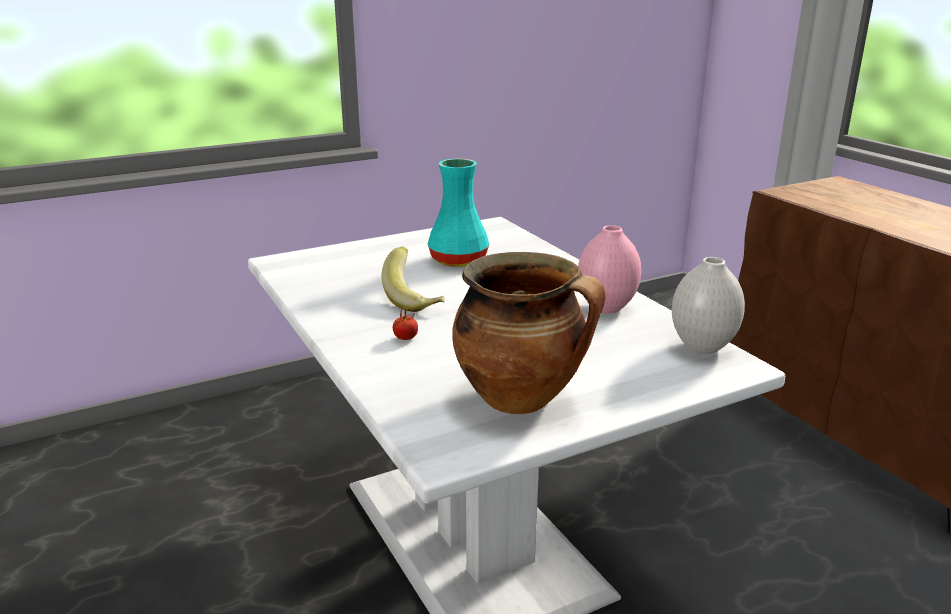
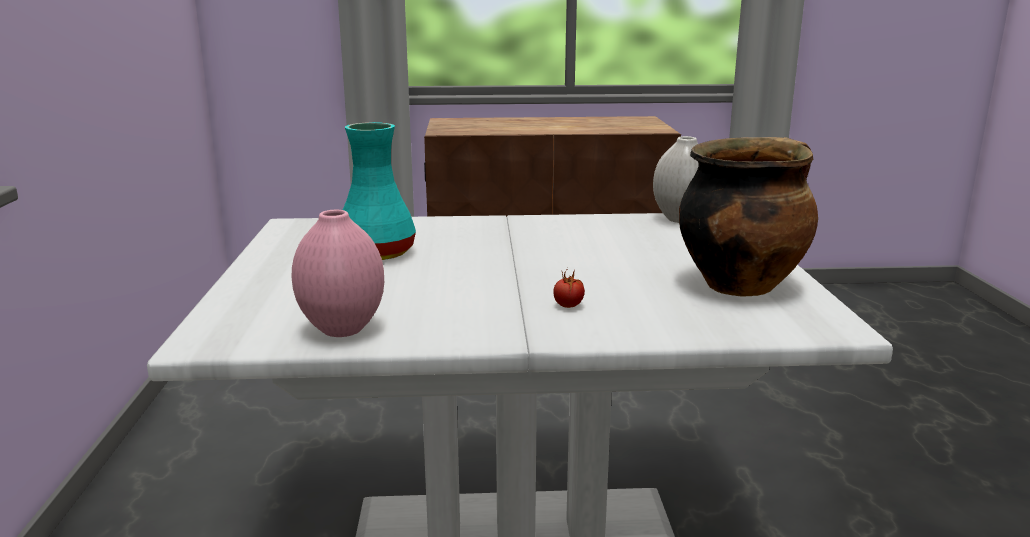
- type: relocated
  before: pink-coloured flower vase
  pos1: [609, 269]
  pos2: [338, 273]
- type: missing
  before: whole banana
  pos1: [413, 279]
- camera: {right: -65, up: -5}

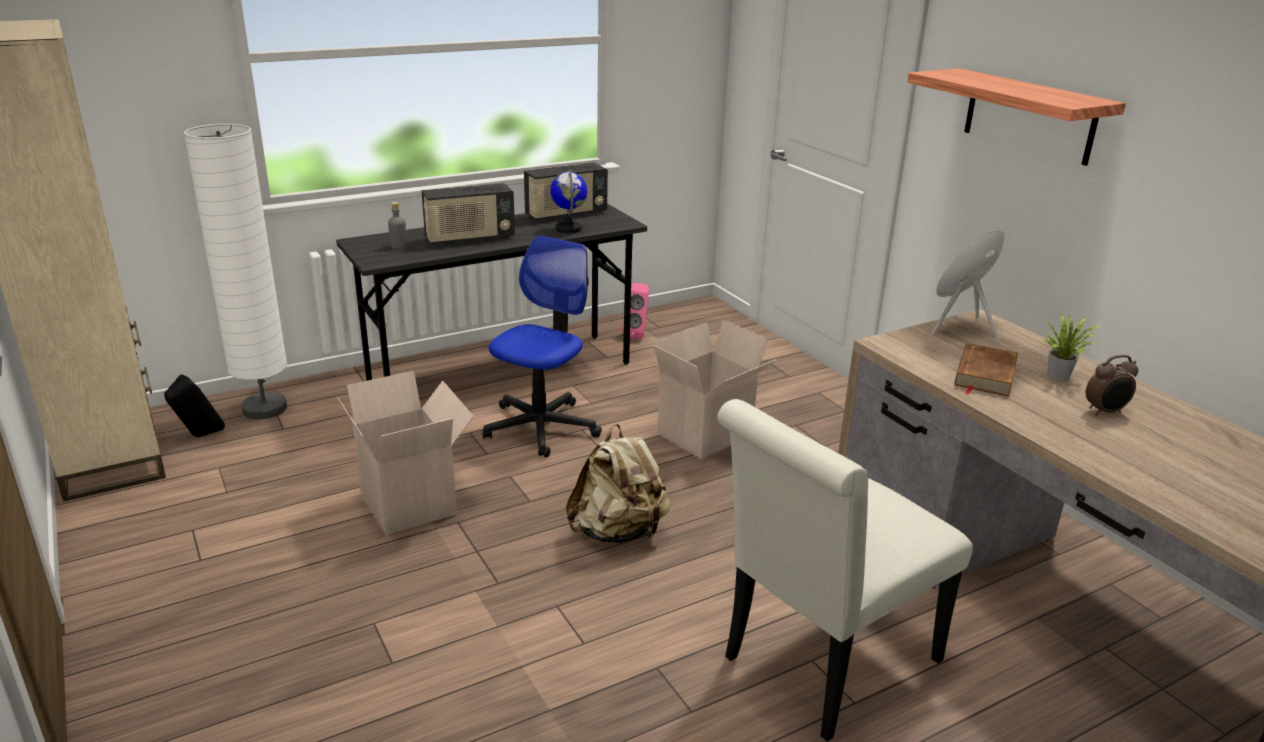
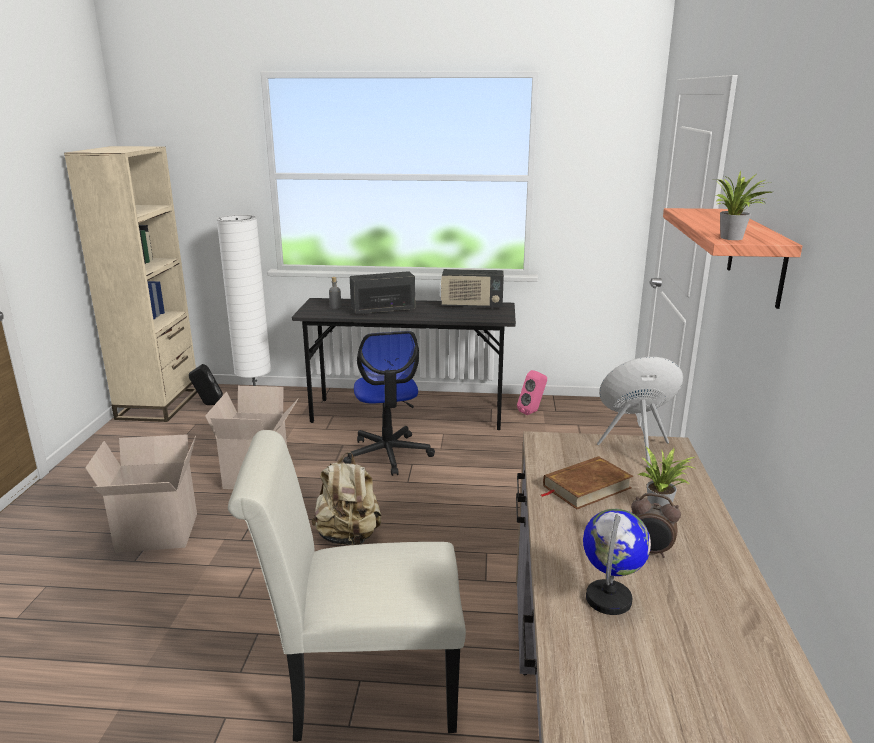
- type: relocated
  before: packing box
  pos1: [714, 389]
  pos2: [141, 493]
- type: spun
  before: office chair
  pos1: [542, 347]
  pos2: [389, 403]
  turn: 105
- type: spun
  before: radio set
  pos1: [468, 214]
  pos2: [382, 293]
  turn: 150
- type: relocated
  before: desk globe
  pos1: [568, 201]
  pos2: [617, 562]
- type: appeared
  after: houseplant
  pos2: [743, 205]
- camera: {right: 35, up: -5}

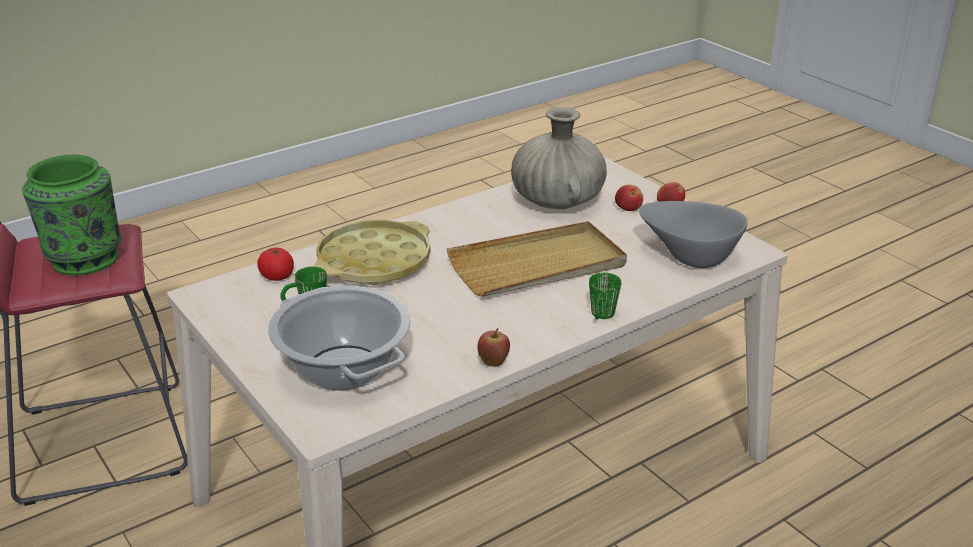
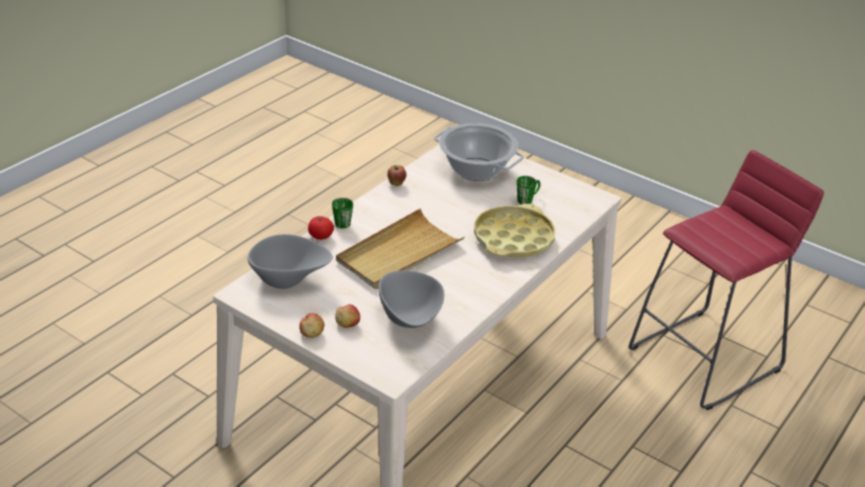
- type: relocated
  before: fresh tomato
  pos1: [275, 264]
  pos2: [321, 228]
- type: exchanged
  before: beige flower vase
  after: greyish serving bowl
  pos1: [559, 158]
  pos2: [411, 299]
- type: missing
  before: greenish flower vase
  pos1: [72, 215]
- camera: {right: 160, up: 5}

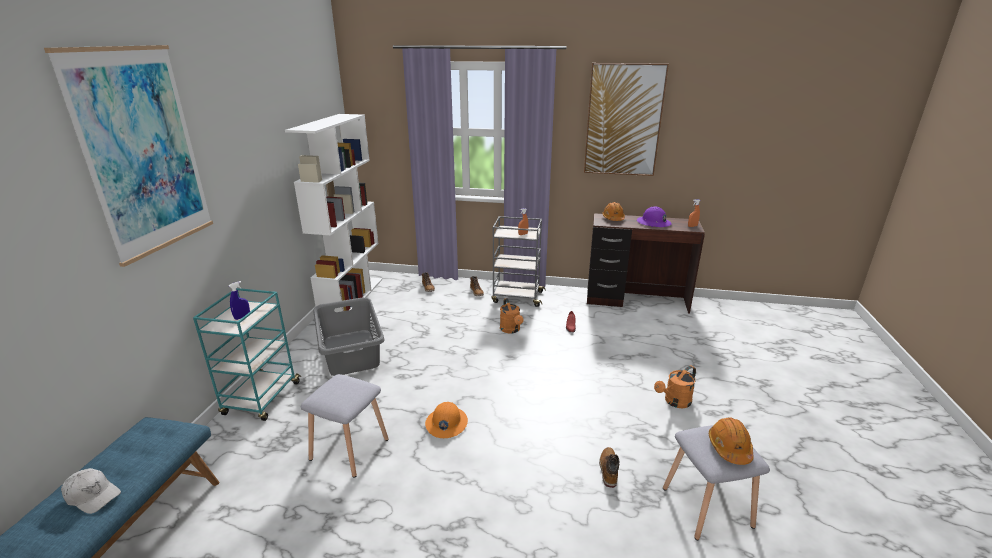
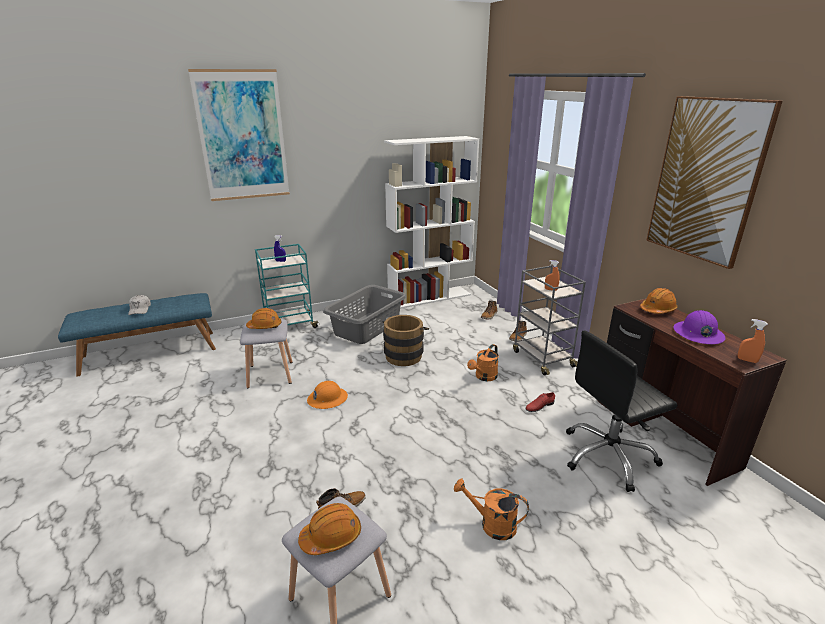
- type: appeared
  after: orange work helmet
  pos2: [263, 318]
- type: appeared
  after: brown bucket
  pos2: [405, 340]
- type: appeared
  after: black office chair
  pos2: [622, 411]
- camera: {right: 55, up: 0}

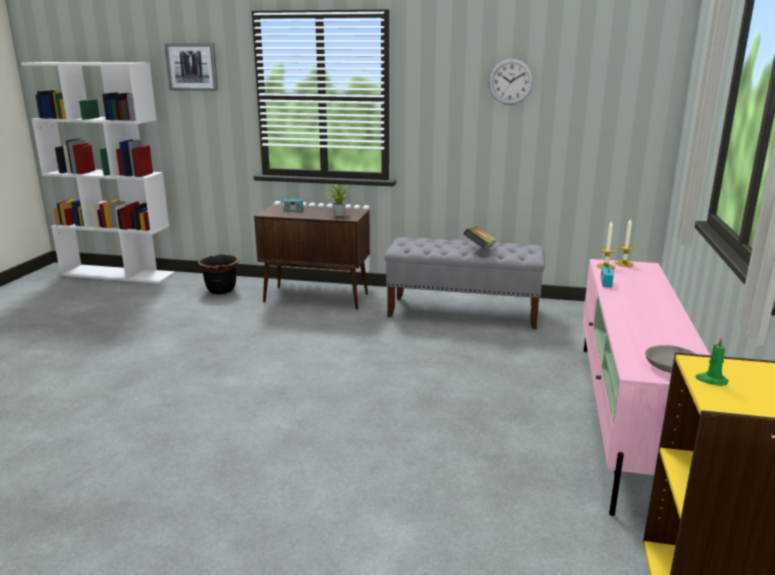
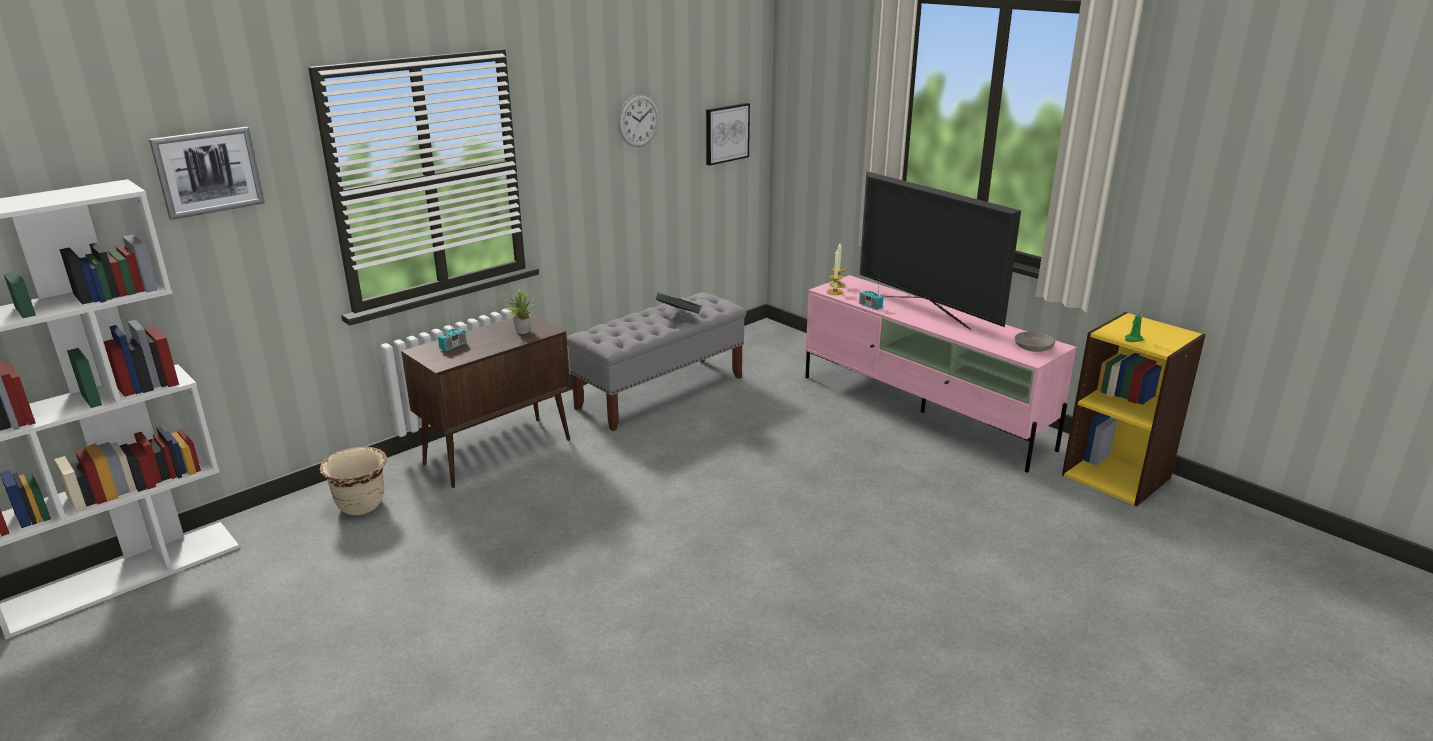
- type: colour
  before: black planter
  after: beige planter
  pos1: [219, 274]
  pos2: [353, 480]
- type: appeared
  after: picture
  pos2: [728, 134]
- type: appeared
  after: TV
  pos2: [940, 250]
- camera: {right: -55, up: 5}

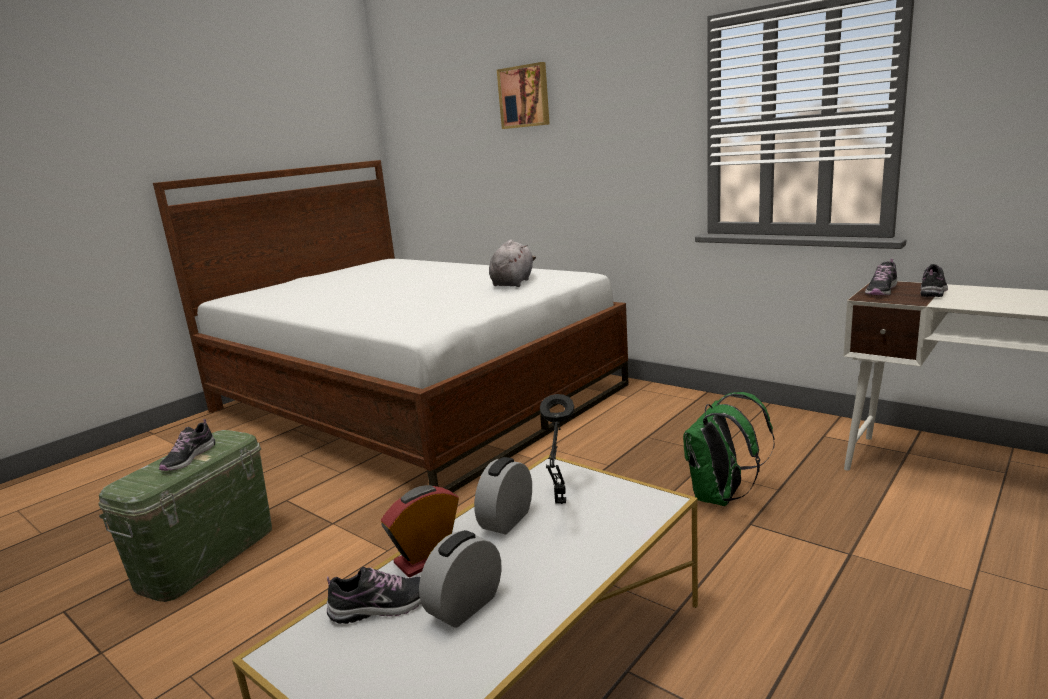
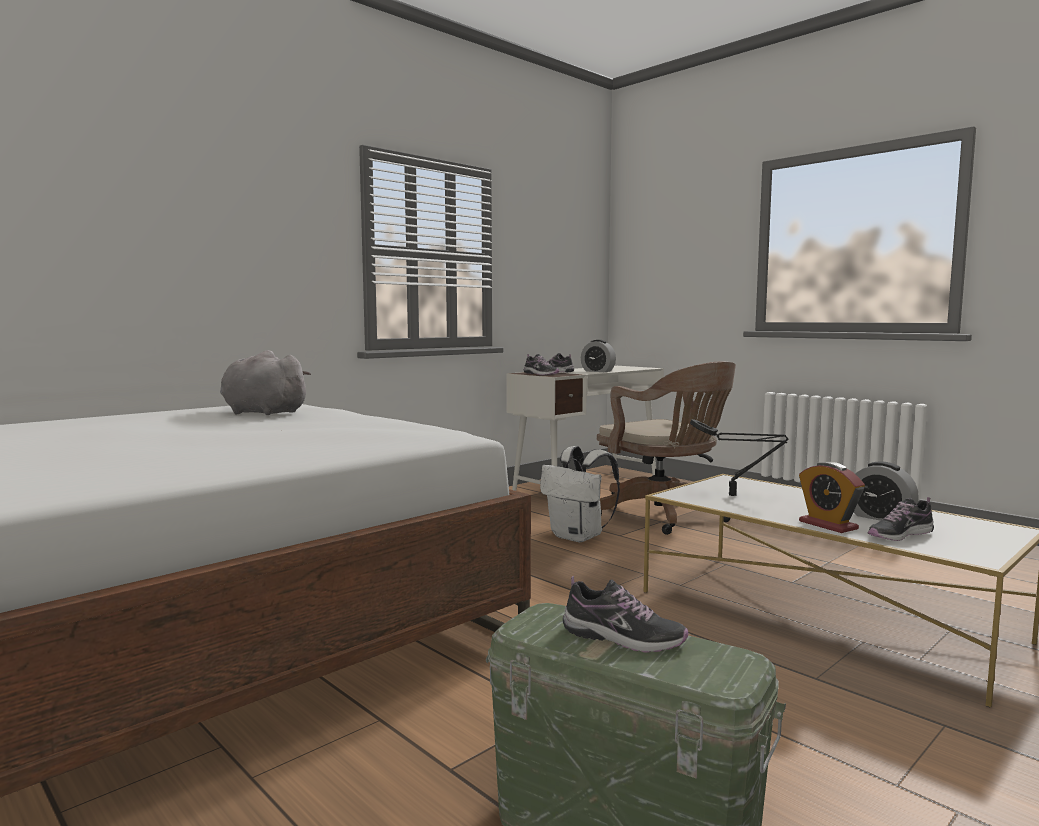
- type: colour
  before: greenish knapsack
  after: whitish knapsack
  pos1: [729, 449]
  pos2: [580, 494]
- type: relocated
  before: alarm clock
  pos1: [503, 496]
  pos2: [598, 356]
- type: appeared
  after: brown office chair
  pos2: [666, 448]
- type: spun
  before: shoe
  pos1: [374, 595]
  pos2: [901, 519]
  turn: -105
- type: missing
  before: picture
  pos1: [523, 95]
- camera: {right: -85, up: -10}

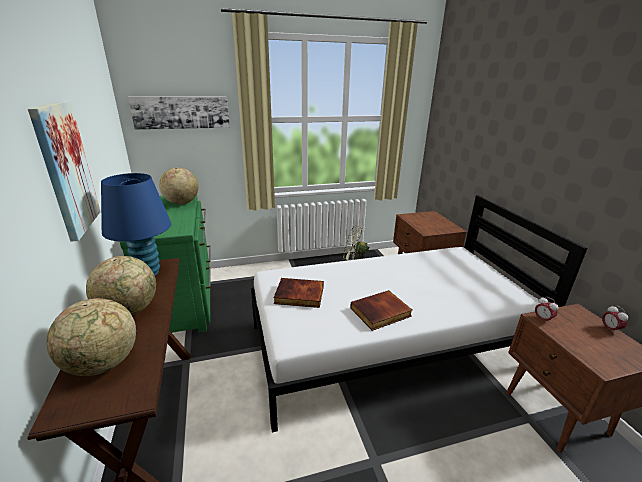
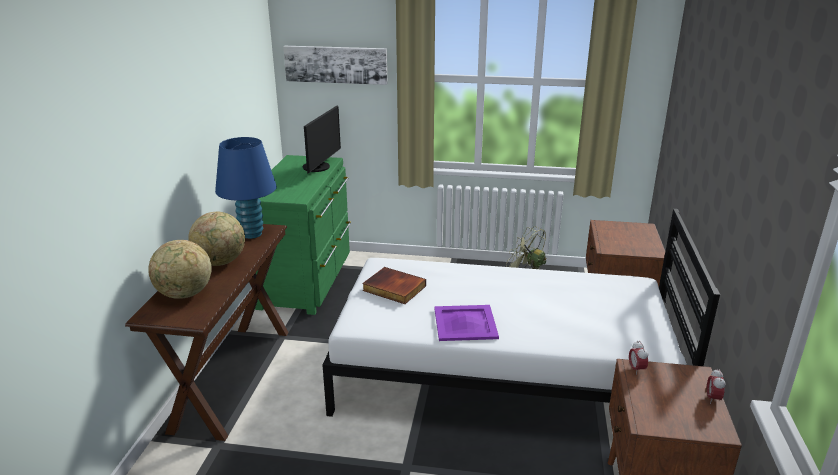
- type: exchanged
  before: desk globe
  after: computer display
  pos1: [178, 186]
  pos2: [322, 140]
- type: exchanged
  before: volume
  after: purplish carrying tray
  pos1: [381, 310]
  pos2: [466, 323]
- type: missing
  before: picture
  pos1: [64, 171]
- camera: {right: 25, up: 0}

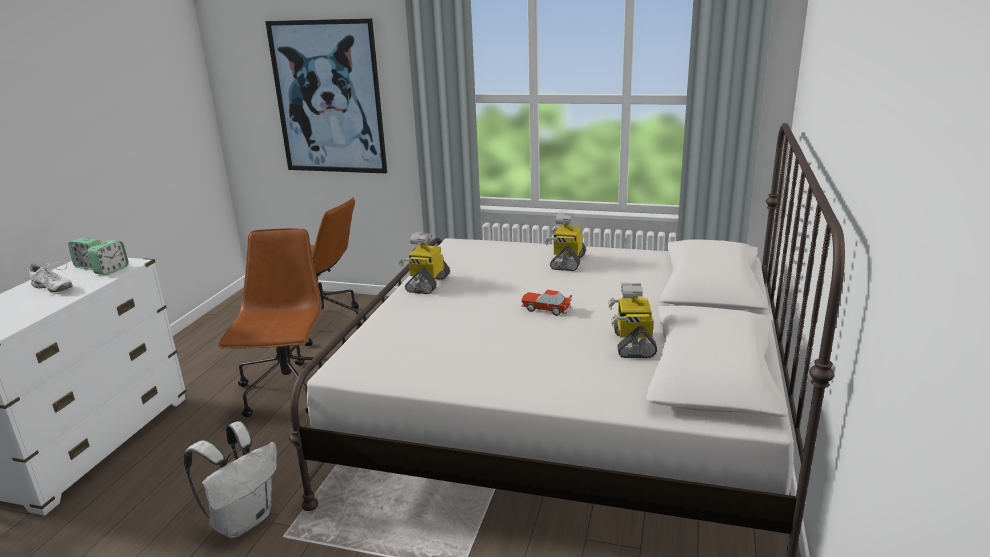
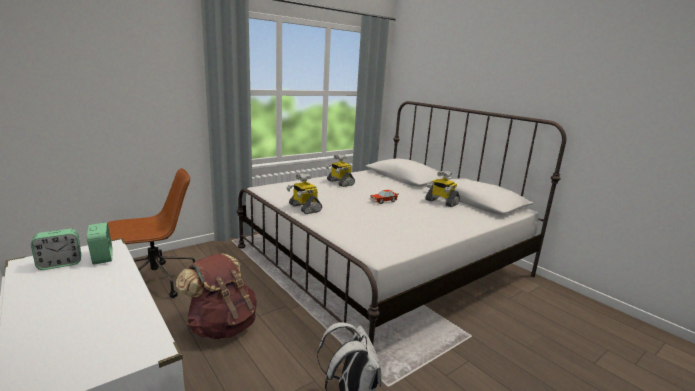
- type: exchanged
  before: brown office chair
  after: brown knapsack
  pos1: [274, 323]
  pos2: [216, 296]
- type: missing
  before: whitish shoe
  pos1: [48, 277]
- type: missing
  before: picture
  pos1: [326, 95]
- camera: {right: -55, up: -5}

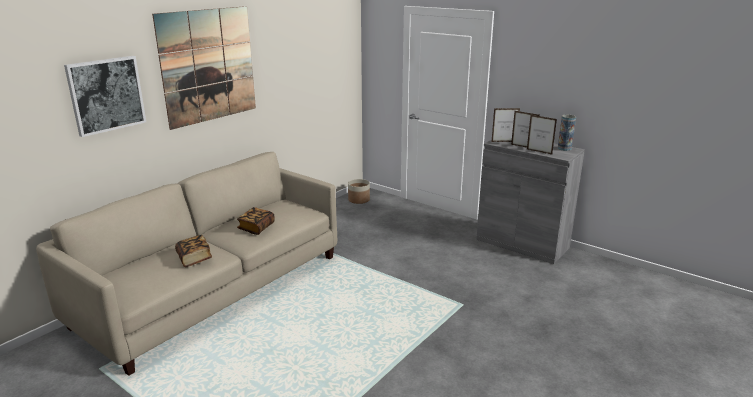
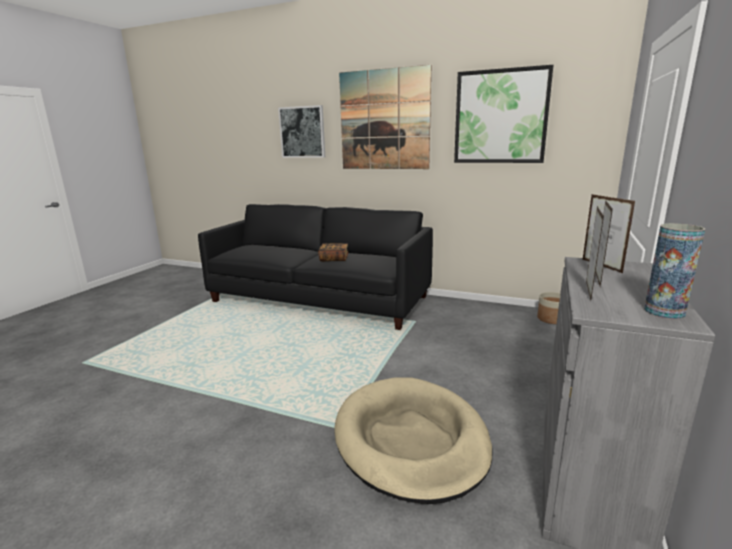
- type: colour
  before: beige sofa
  after: black sofa
  pos1: [186, 264]
  pos2: [315, 267]
- type: appeared
  after: beige dog bed
  pos2: [413, 440]
- type: appeared
  after: picture
  pos2: [503, 114]
- type: missing
  before: volume
  pos1: [193, 251]
- camera: {right: 75, up: -5}

